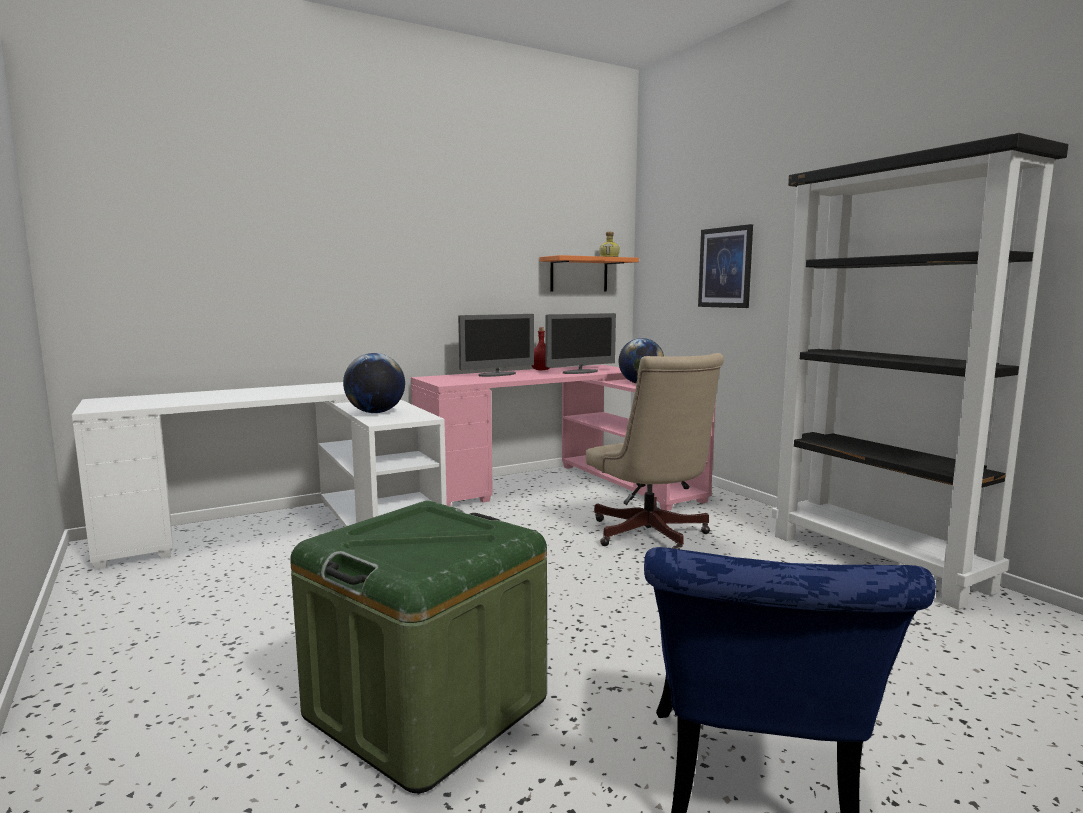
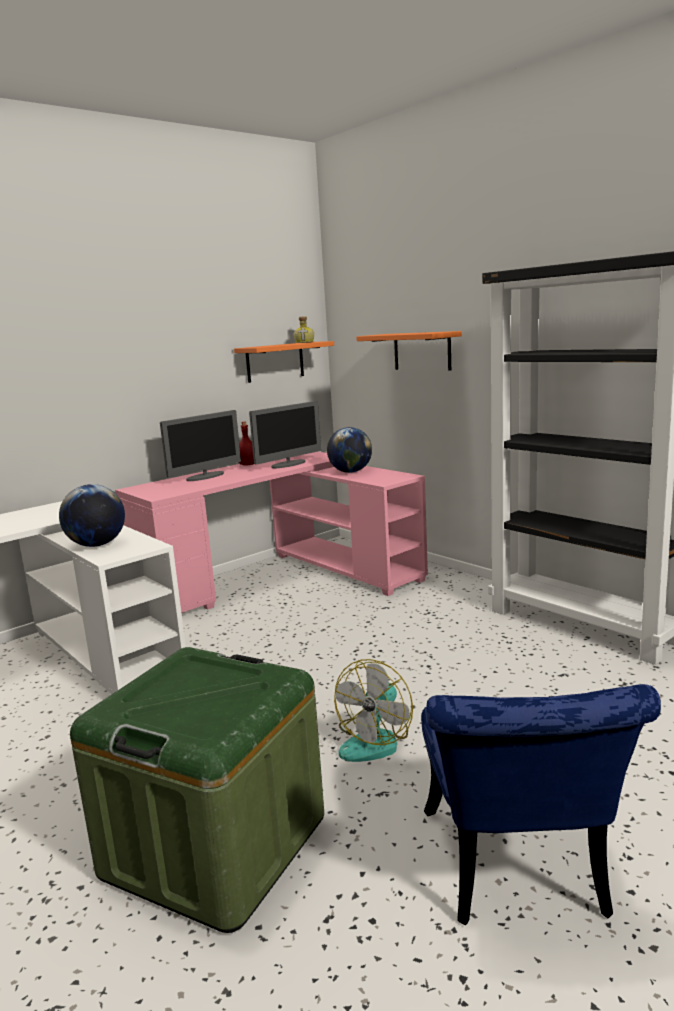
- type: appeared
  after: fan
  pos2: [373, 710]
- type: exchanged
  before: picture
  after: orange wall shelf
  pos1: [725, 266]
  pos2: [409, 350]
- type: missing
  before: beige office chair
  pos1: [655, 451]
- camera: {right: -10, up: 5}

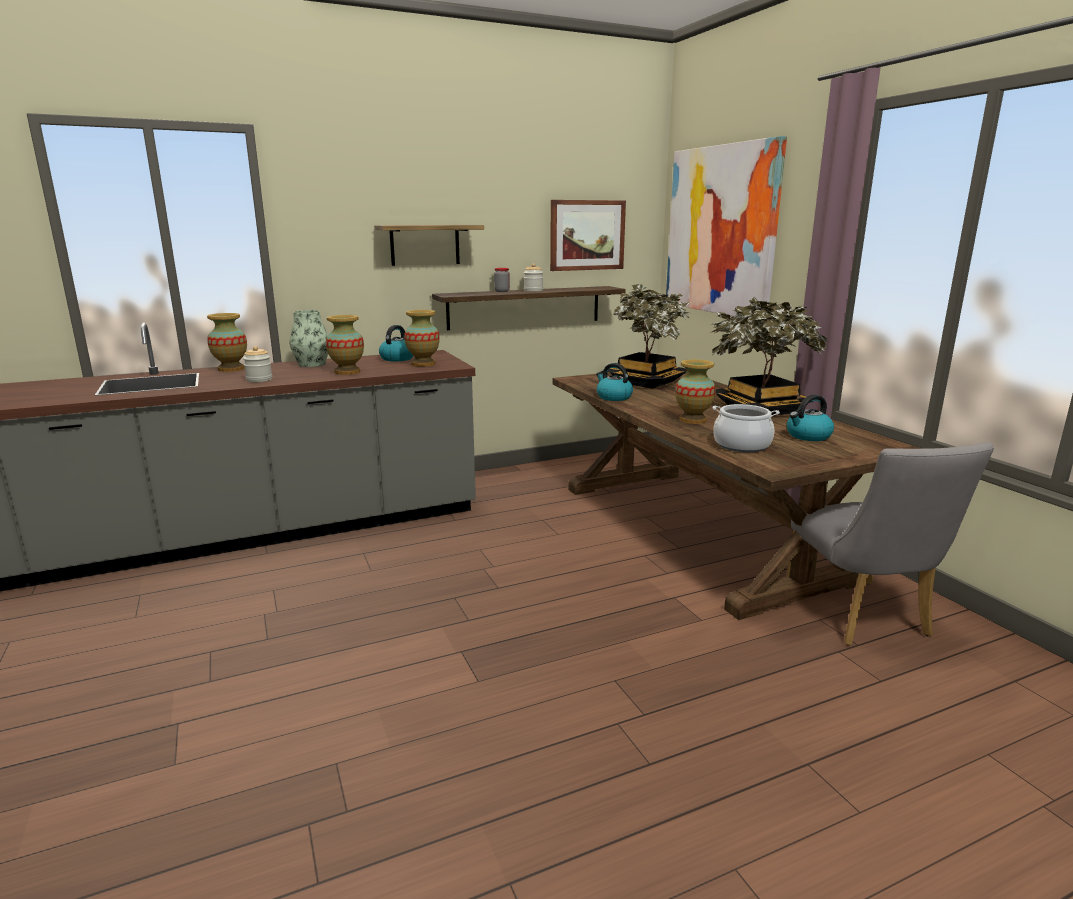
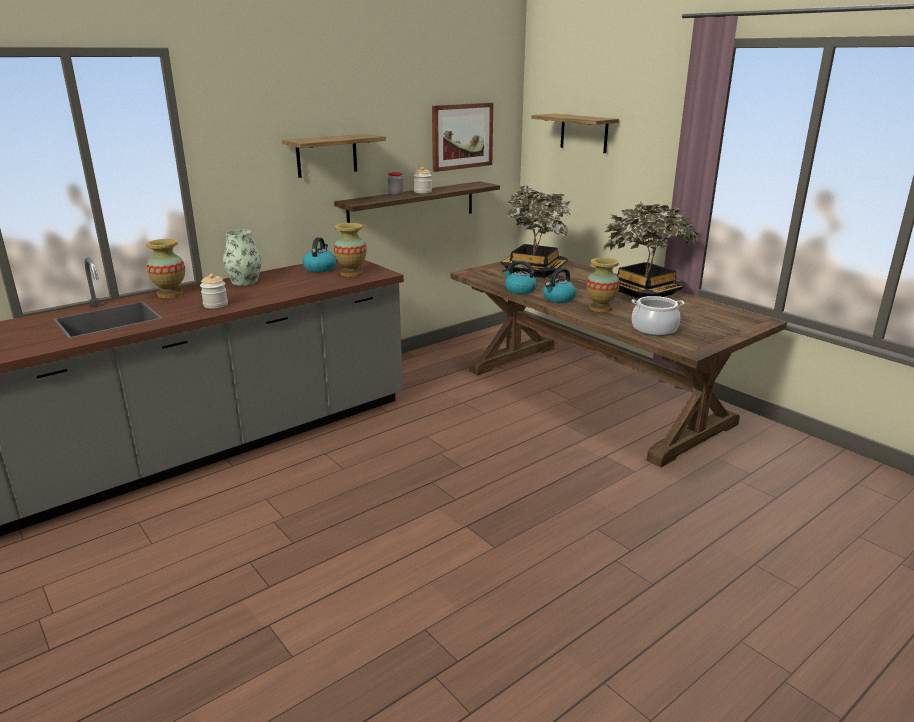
- type: exchanged
  before: picture
  after: wall shelf
  pos1: [726, 226]
  pos2: [575, 133]
- type: relocated
  before: water kettle
  pos1: [810, 418]
  pos2: [559, 285]
- type: missing
  before: flower vase
  pos1: [345, 345]
- type: missing
  before: greyish upright chair
  pos1: [890, 543]
- camera: {right: -15, up: 5}

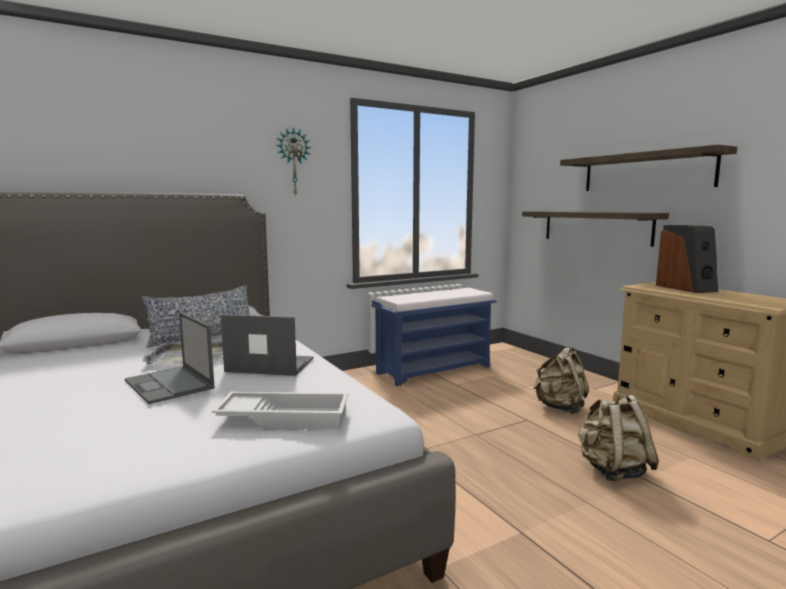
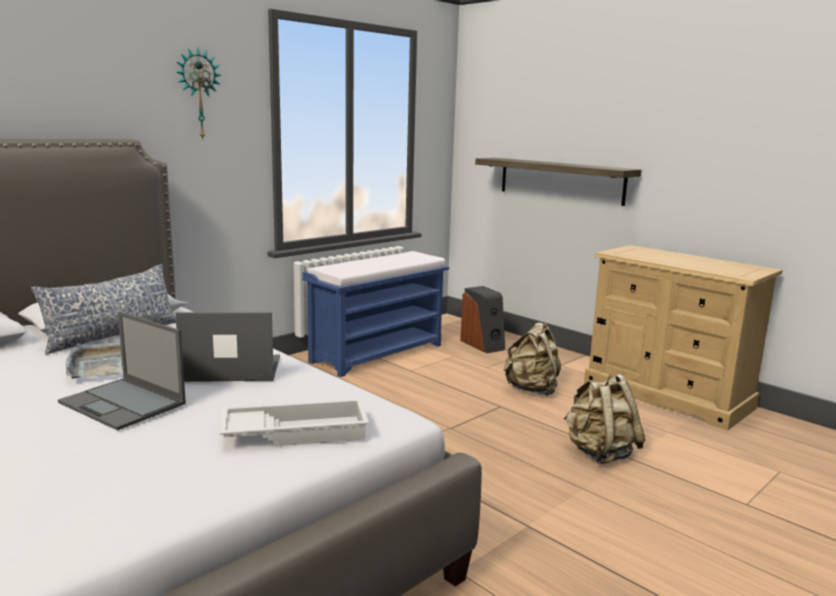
- type: relocated
  before: loudspeaker
  pos1: [687, 259]
  pos2: [482, 319]
- type: missing
  before: wall shelf
  pos1: [648, 167]
- camera: {right: -15, up: 5}

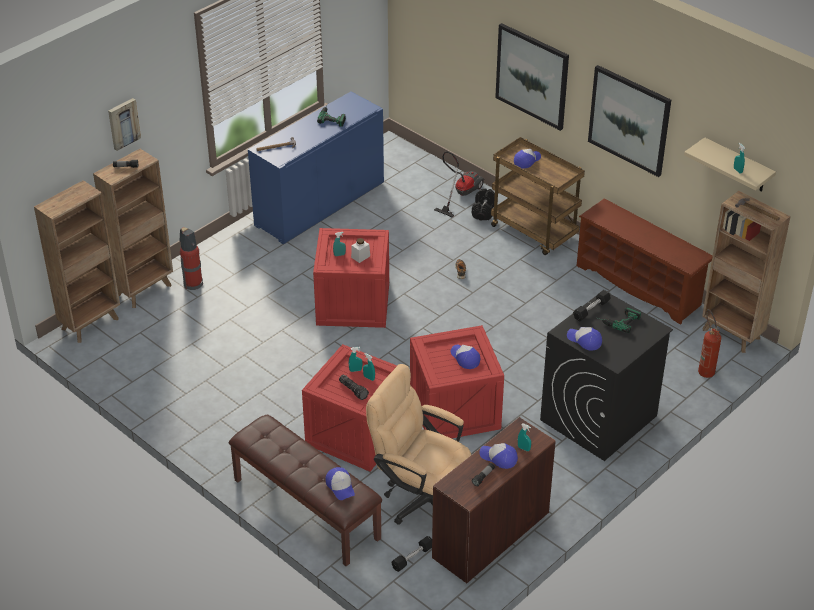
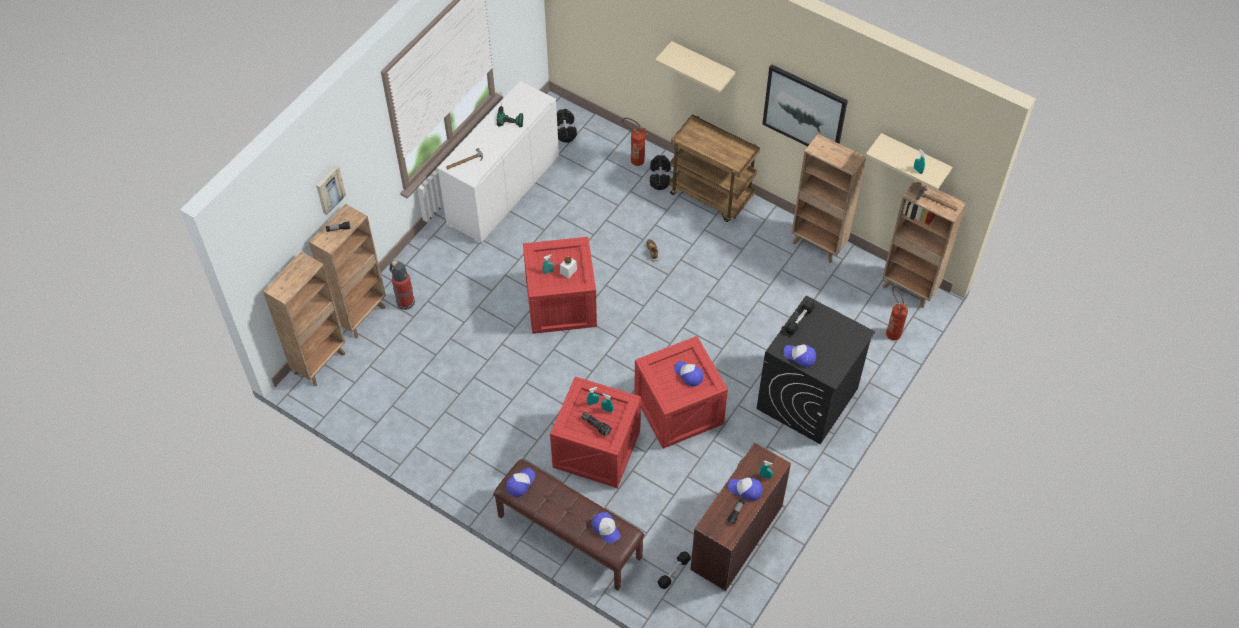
- type: colour
  before: bluish storage cabinet
  after: whitish storage cabinet
  pos1: [316, 168]
  pos2: [498, 162]
- type: relocated
  before: cap
  pos1: [527, 159]
  pos2: [520, 482]
- type: appeared
  after: black hand weight
  pos2: [567, 126]
- type: exchanged
  before: vacuum
  after: fire extinguisher
  pos1: [459, 184]
  pos2: [635, 142]
- type: exchanged
  before: picture
  after: beige wall shelf
  pos1: [532, 77]
  pos2: [695, 67]
- type: exchanged
  before: brown shoe shelf
  after: brown shelving unit
  pos1: [644, 262]
  pos2: [829, 198]
- type: missing
  before: beige office chair
  pos1: [419, 444]
- type: missing
  before: power drill
  pos1: [618, 320]
- camera: {right: -10, up: 15}

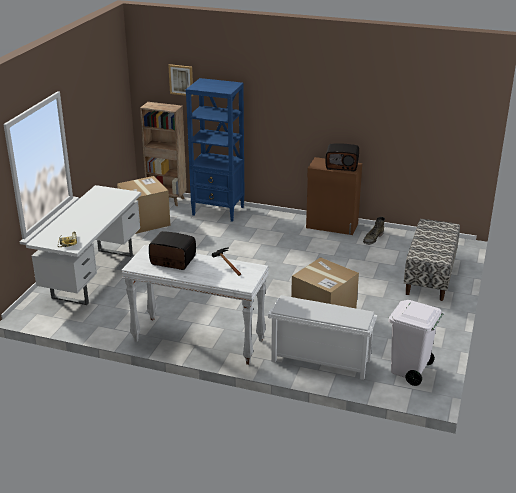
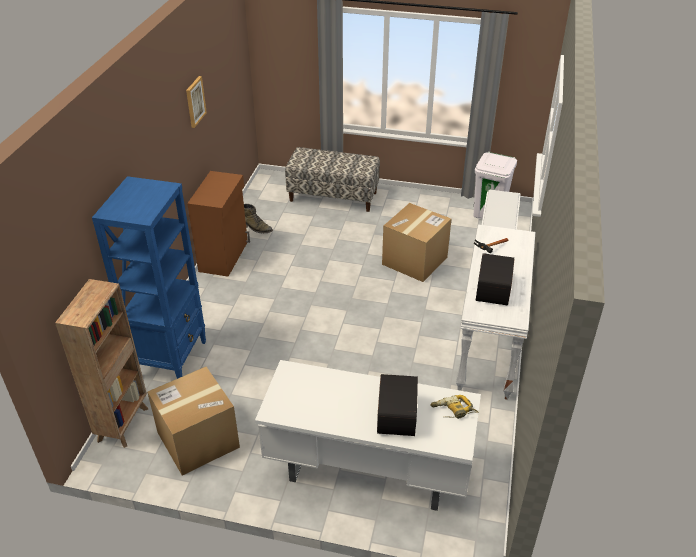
- type: relocated
  before: picture
  pos1: [180, 80]
  pos2: [196, 102]
- type: relocated
  before: radio set
  pos1: [342, 157]
  pos2: [397, 405]
- camera: {right: -95, up: 10}

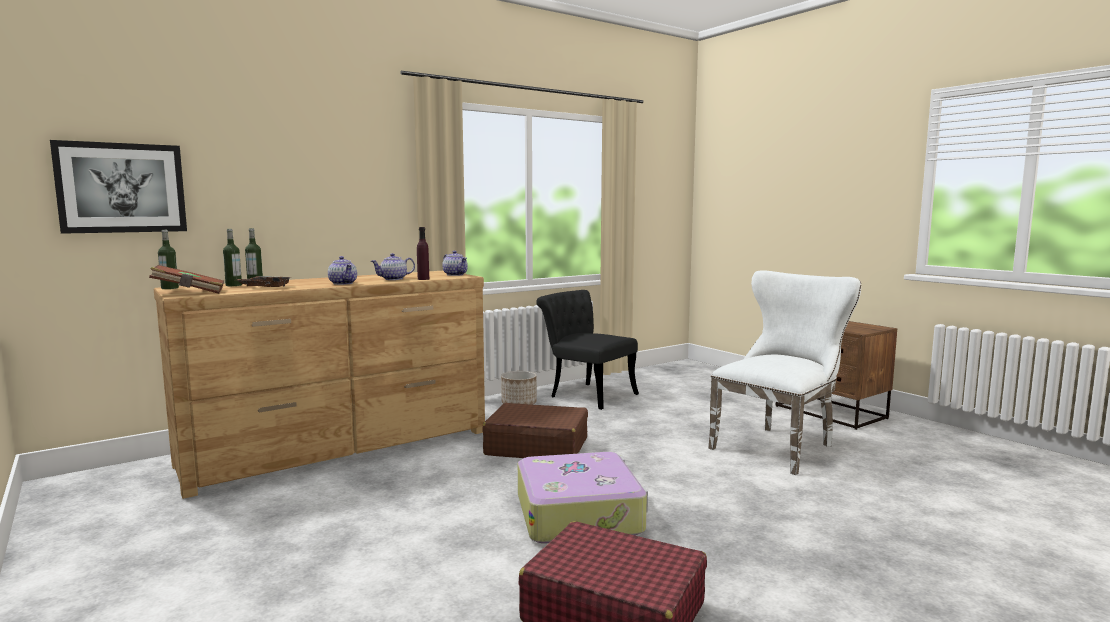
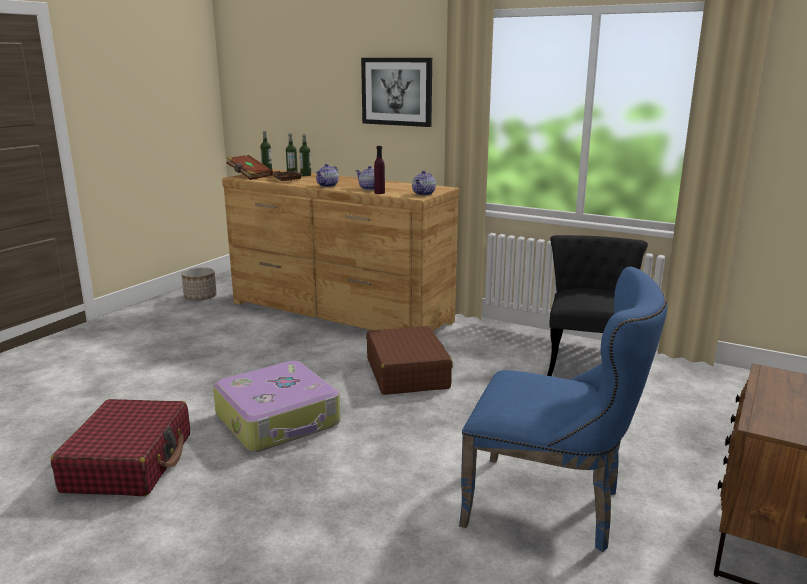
- type: relocated
  before: planter
  pos1: [519, 388]
  pos2: [199, 284]
- type: relocated
  before: picture
  pos1: [118, 187]
  pos2: [396, 92]
- type: colour
  before: whitish upright chair
  after: bluish upright chair
  pos1: [784, 372]
  pos2: [563, 409]
- camera: {right: 65, up: 10}

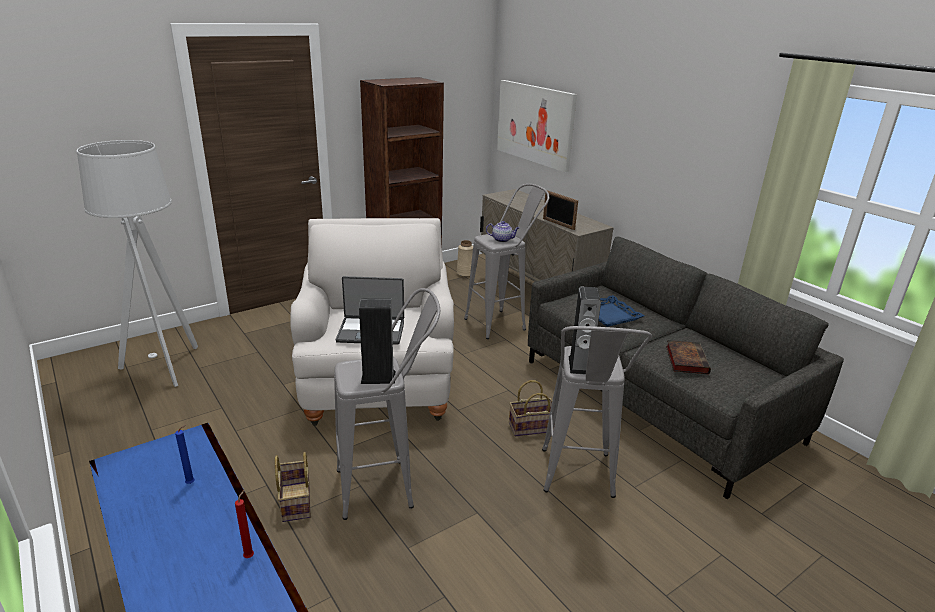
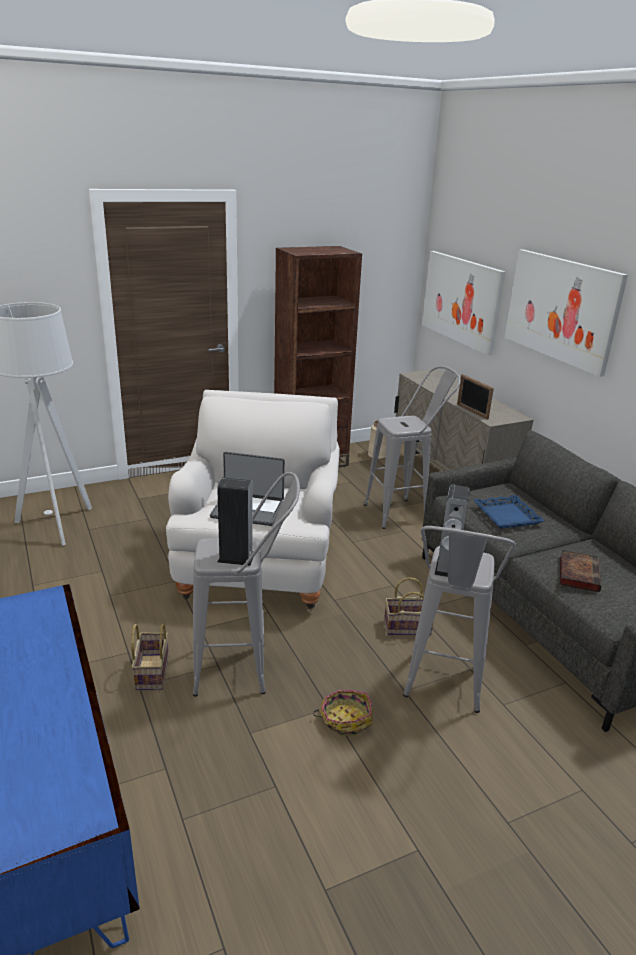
- type: appeared
  after: basket
  pos2: [343, 713]
- type: appeared
  after: picture
  pos2: [566, 313]
- type: missing
  before: bluish wax candle
  pos1: [185, 454]
- type: missing
  before: red-coloured wax candle
  pos1: [244, 524]
- type: missing
  before: tea pot
  pos1: [503, 231]
- camera: {right: 10, up: 0}

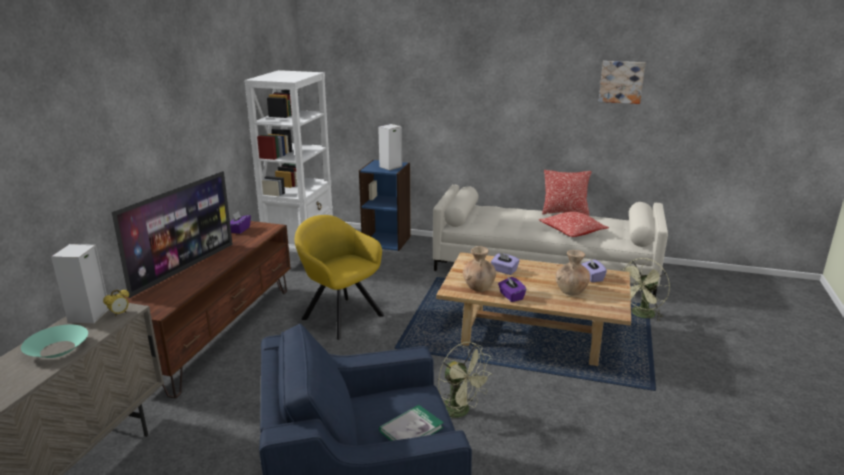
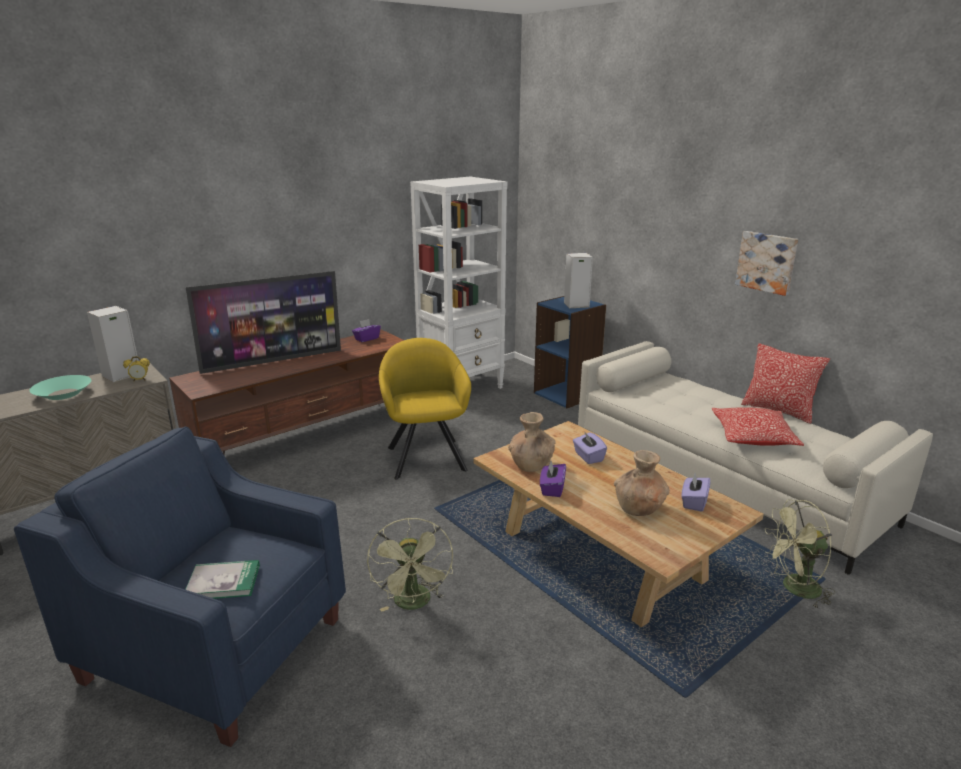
- type: relocated
  before: picture
  pos1: [622, 82]
  pos2: [766, 263]
- camera: {right: 35, up: 0}

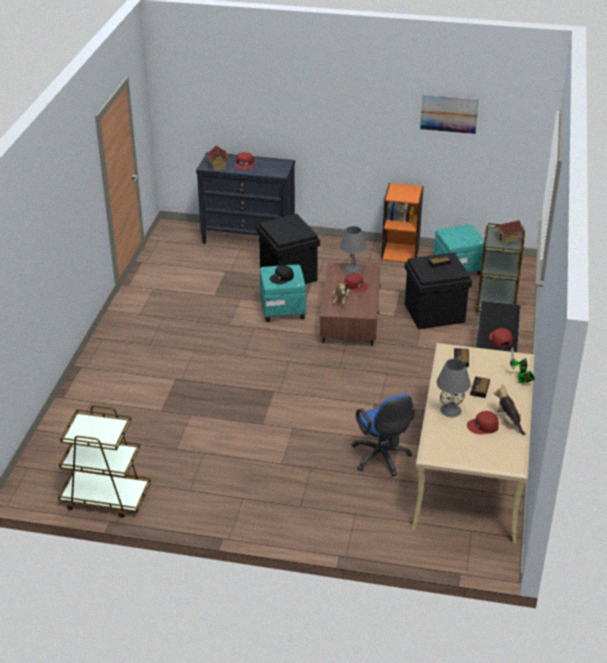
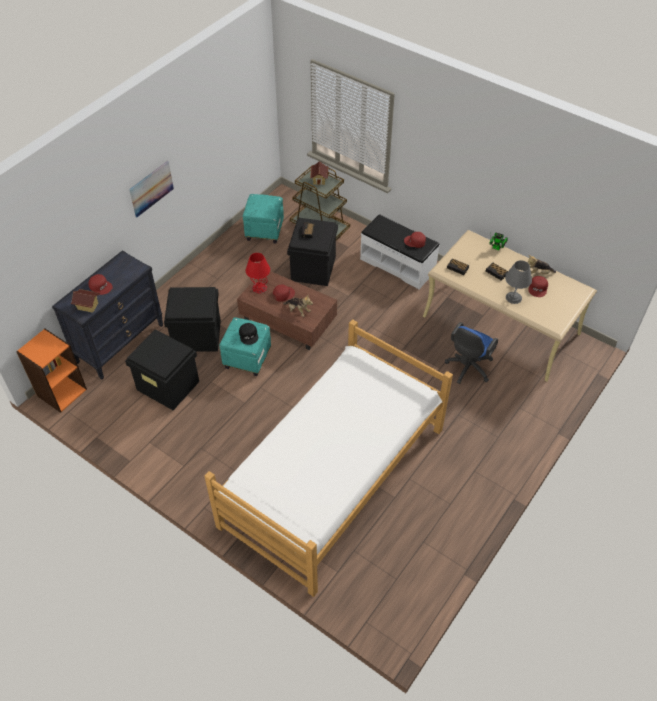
- type: relocated
  before: orange shelving unit
  pos1: [402, 222]
  pos2: [51, 371]
- type: appeared
  after: black storage container
  pos2: [162, 369]
- type: relocated
  before: picture
  pos1: [449, 114]
  pos2: [151, 189]
- type: appeared
  after: bed
  pos2: [328, 458]
- type: colour
  before: greyish tabletop lamp
  after: red-coloured tabletop lamp
  pos1: [353, 250]
  pos2: [258, 273]
- type: spun
  before: bluish office chair
  pos1: [383, 435]
  pos2: [471, 353]
  turn: 120
- type: missing
  before: brown wheeled cart
  pos1: [104, 461]
- camera: {right: -65, up: 15}

